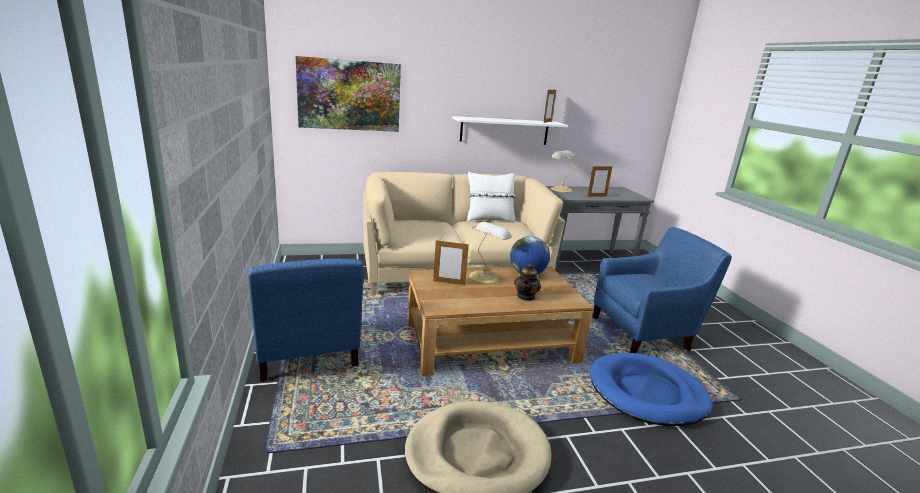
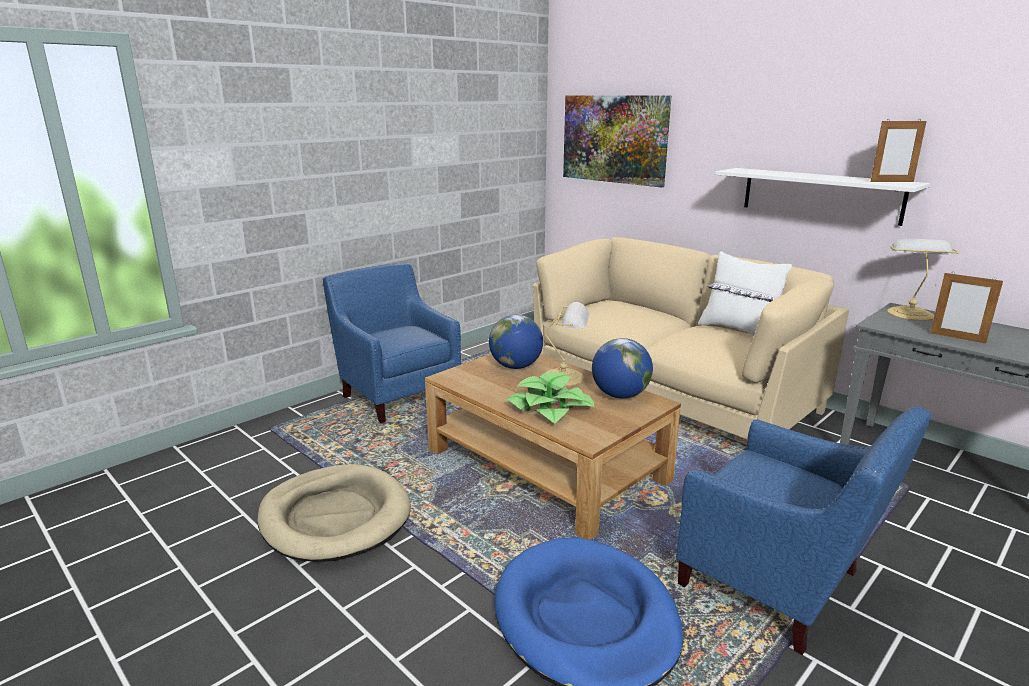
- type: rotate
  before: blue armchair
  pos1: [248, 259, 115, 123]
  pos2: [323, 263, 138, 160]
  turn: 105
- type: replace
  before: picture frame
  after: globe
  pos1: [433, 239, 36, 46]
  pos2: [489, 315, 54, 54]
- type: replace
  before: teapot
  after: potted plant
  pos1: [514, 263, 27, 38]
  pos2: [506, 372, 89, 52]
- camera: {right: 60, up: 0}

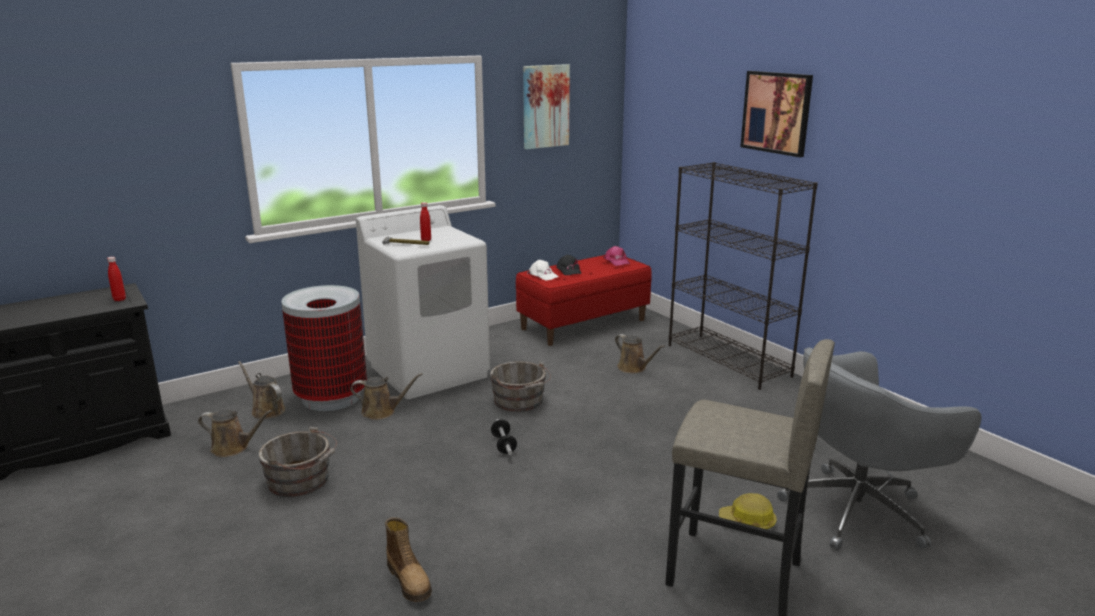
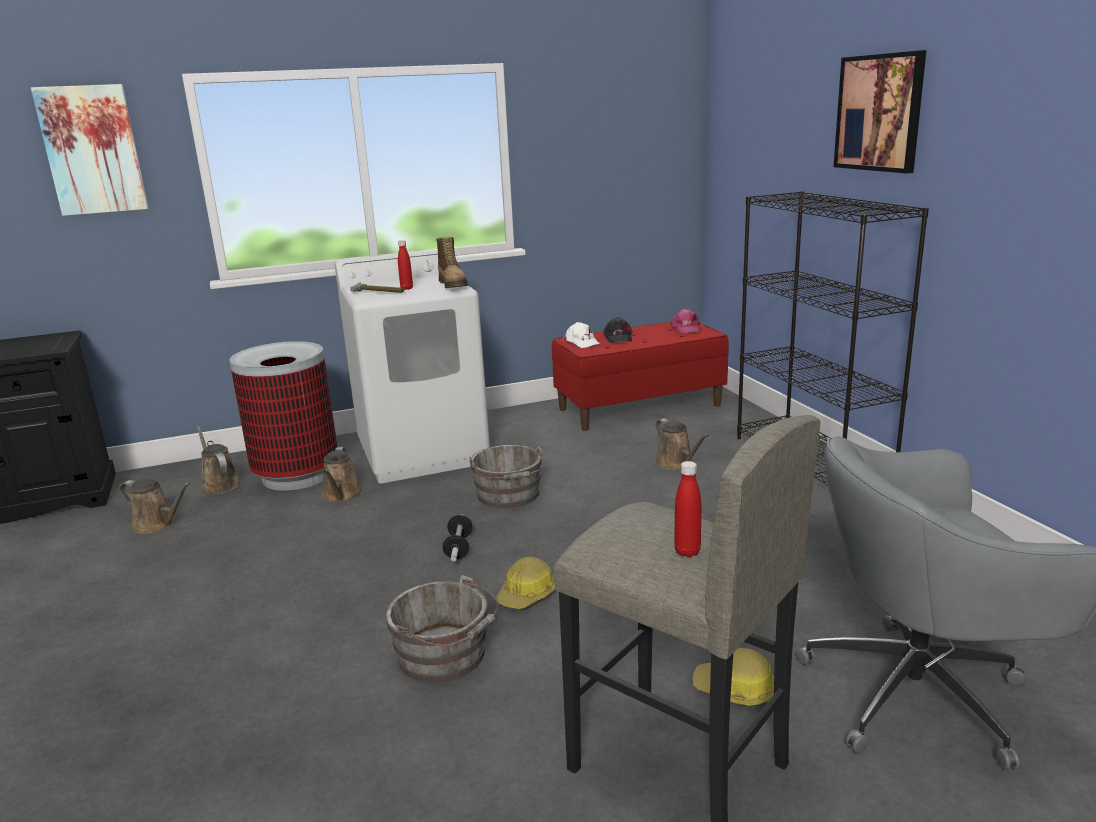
- type: move
  before: red bottle
  pos1: [107, 257, 19, 44]
  pos2: [674, 461, 27, 96]
- type: move
  before: grey bucket
  pos1: [258, 426, 79, 71]
  pos2: [385, 575, 114, 108]
- type: rotate
  before: brown watering can
  pos1: [350, 373, 73, 47]
  pos2: [322, 447, 41, 56]
  turn: 75
- type: move
  before: boot
  pos1: [385, 517, 47, 85]
  pos2: [436, 237, 32, 51]
- type: move
  before: picture
  pos1: [523, 64, 47, 85]
  pos2: [31, 84, 117, 132]
- type: insert
  after: hard hat
  pos2: [496, 557, 59, 52]
- camera: {right: 15, up: 0}

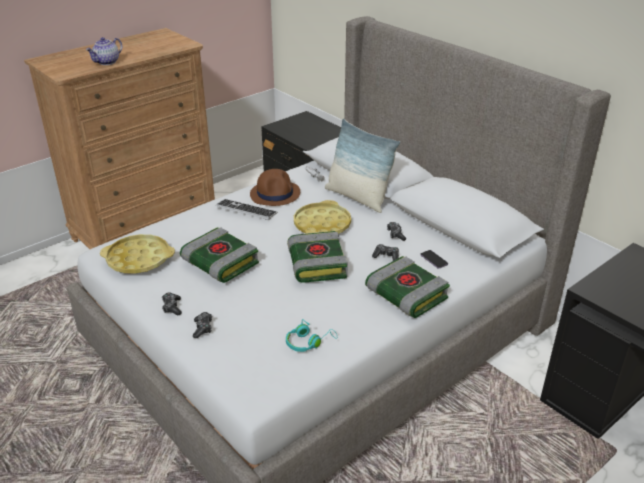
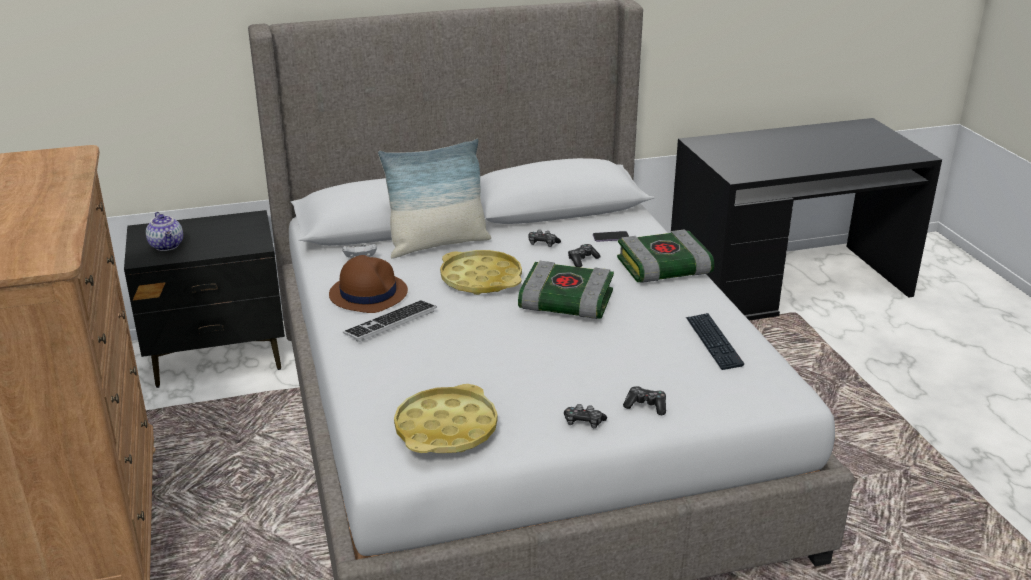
- type: move
  before: teapot
  pos1: [86, 37, 36, 28]
  pos2: [146, 212, 37, 39]
- type: delete
  before: book
  pos1: [180, 227, 79, 56]
- type: replace
  before: turquoise headphones
  after: keyboard
  pos1: [286, 319, 51, 33]
  pos2: [686, 313, 58, 57]
- camera: {right: -65, up: -5}

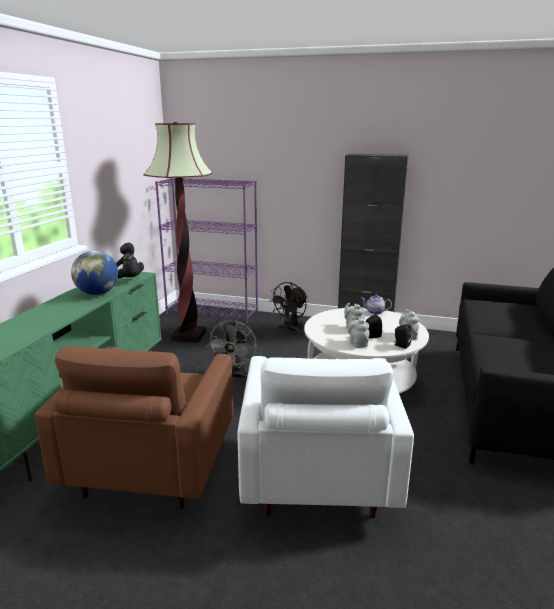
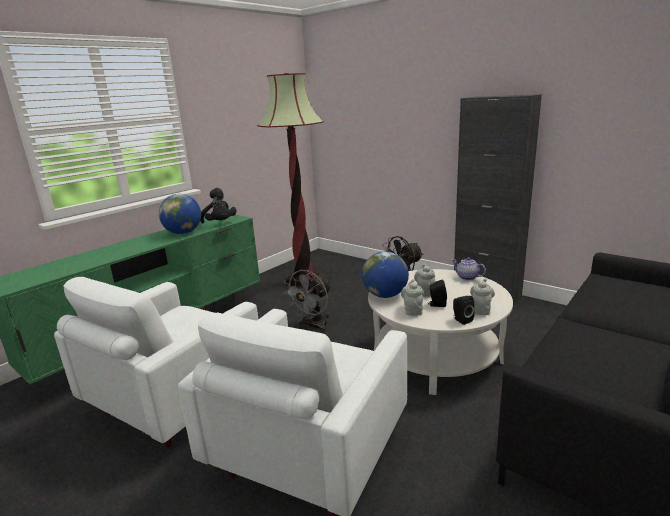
- type: recolor
  before: brown armchair
  after: white armchair
  pos1: [35, 346, 198, 163]
  pos2: [54, 277, 204, 170]
- type: delete
  before: purple bookcase
  pos1: [155, 178, 103, 146]
- type: insert
  after: globe
  pos2: [362, 251, 47, 47]
- camera: {right: 25, up: 0}

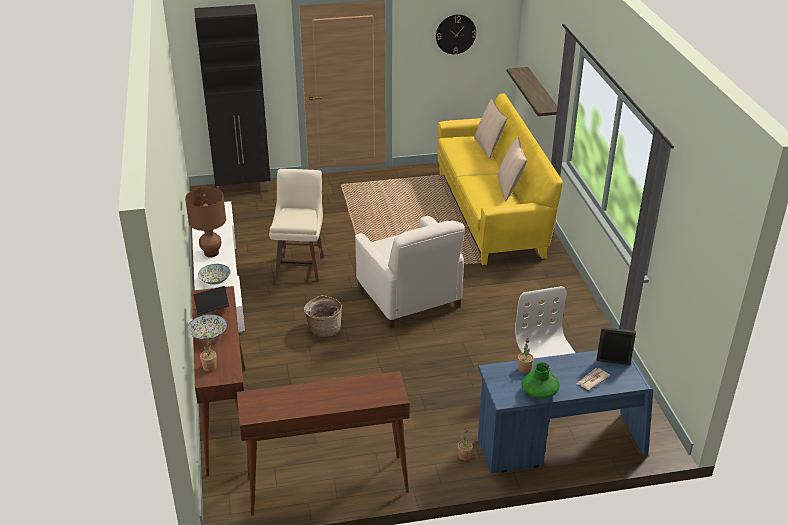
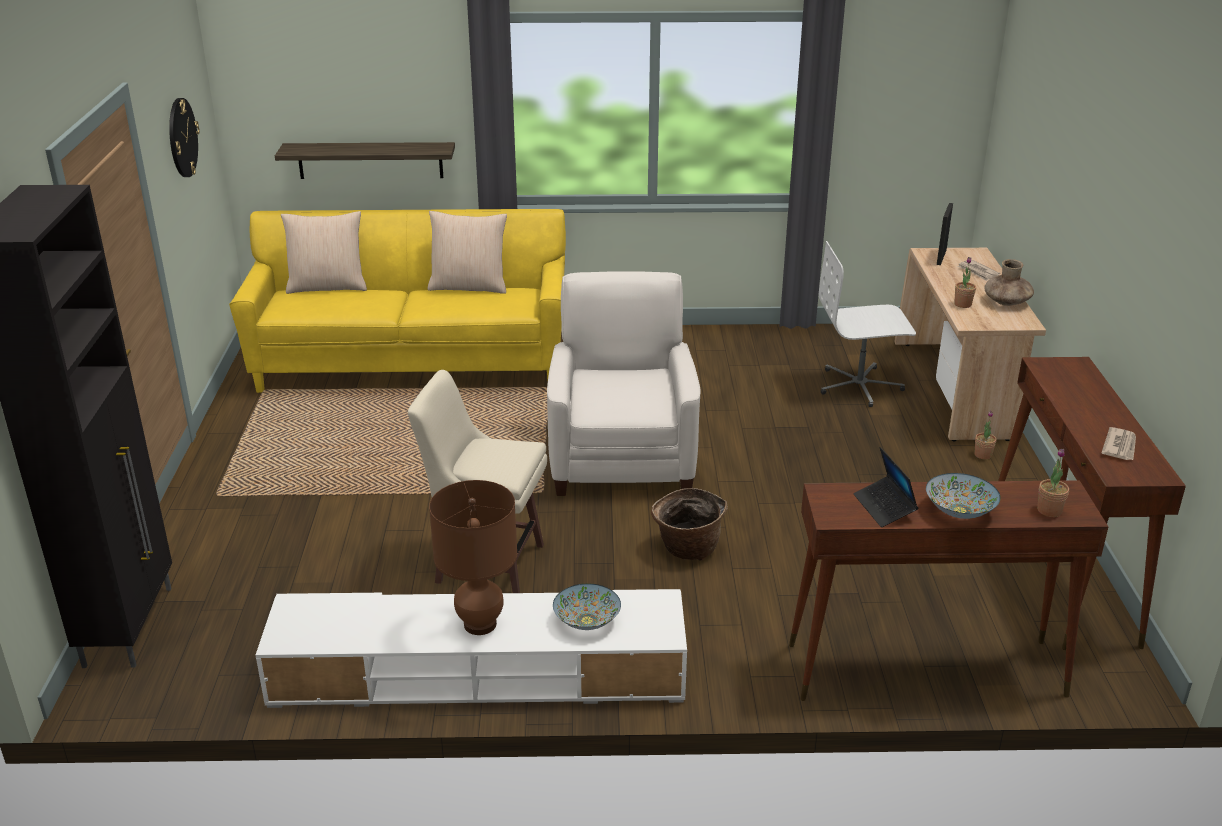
- type: rotate
  before: white armchair
  pos1: [355, 216, 110, 113]
  pos2: [547, 271, 153, 225]
  turn: -75
- type: recolor
  before: blue desk
  after: beige desk
  pos1: [478, 350, 175, 124]
  pos2: [894, 248, 152, 194]
- type: recolor
  before: green vase
  after: brown vase
  pos1: [521, 362, 39, 37]
  pos2: [984, 259, 50, 47]
- type: insert
  after: newspaper
  pos2: [1101, 427, 35, 33]
- camera: {right: -80, up: -5}

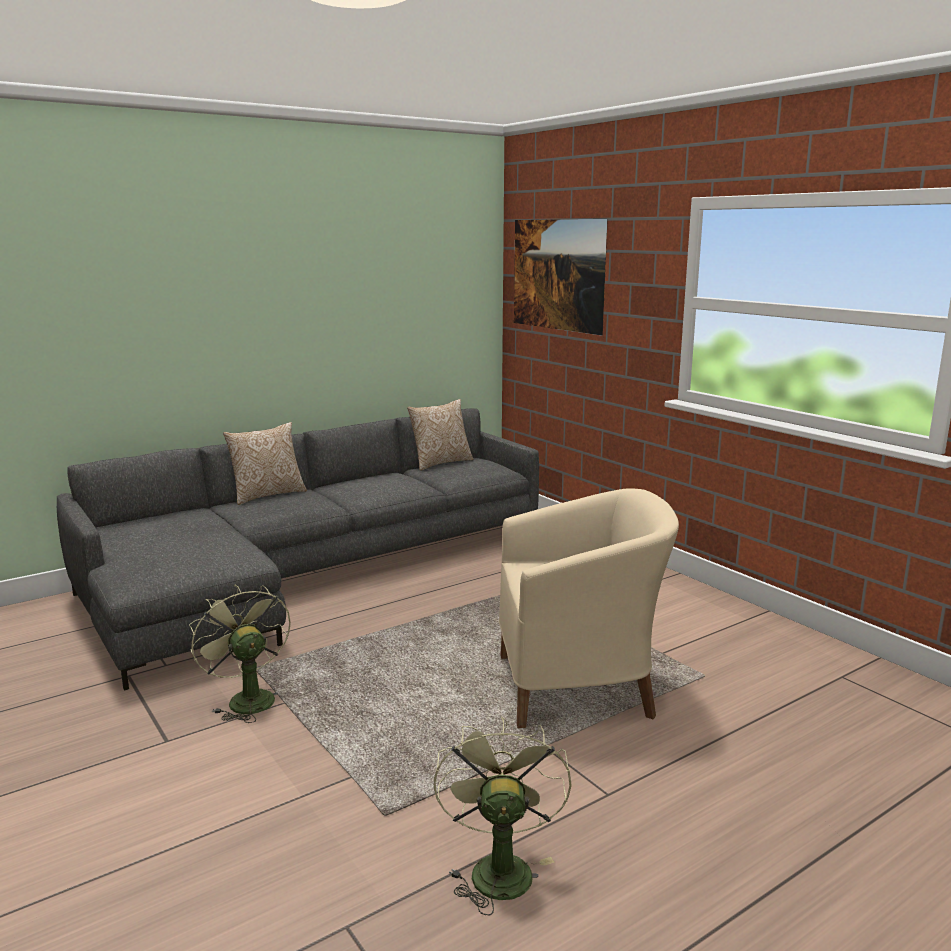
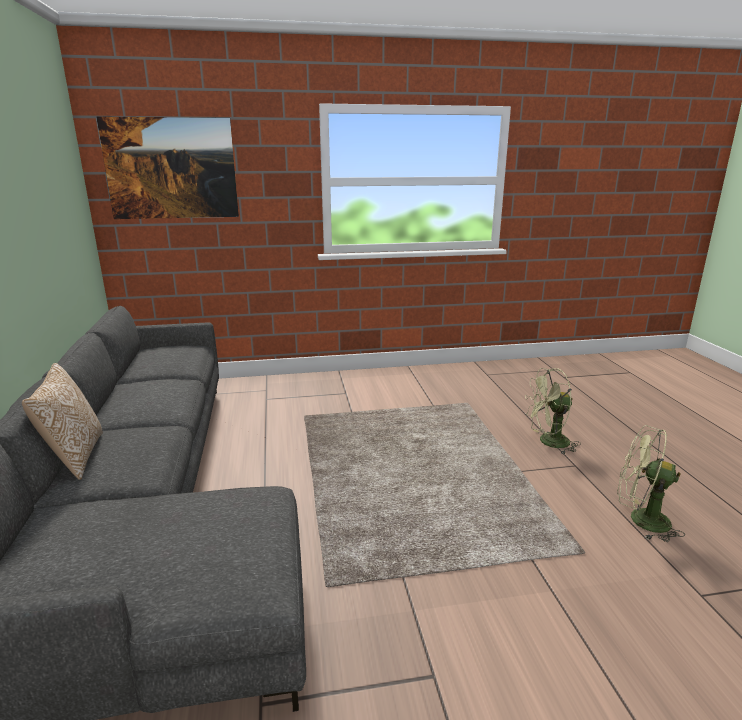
- type: move
  before: green fan
  pos1: [189, 584, 102, 139]
  pos2: [525, 368, 56, 86]
- type: delete
  before: pillow
  pos1: [407, 399, 66, 72]
- type: delete
  before: beige armchair
  pos1: [499, 488, 180, 240]
- camera: {right: -65, up: 5}

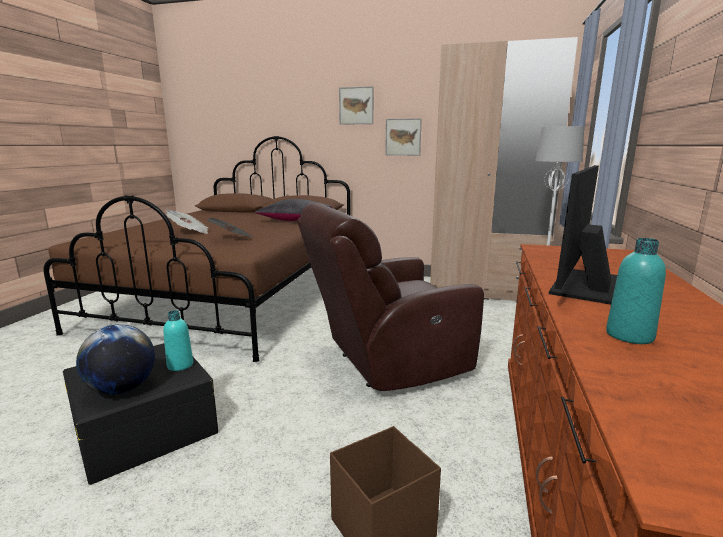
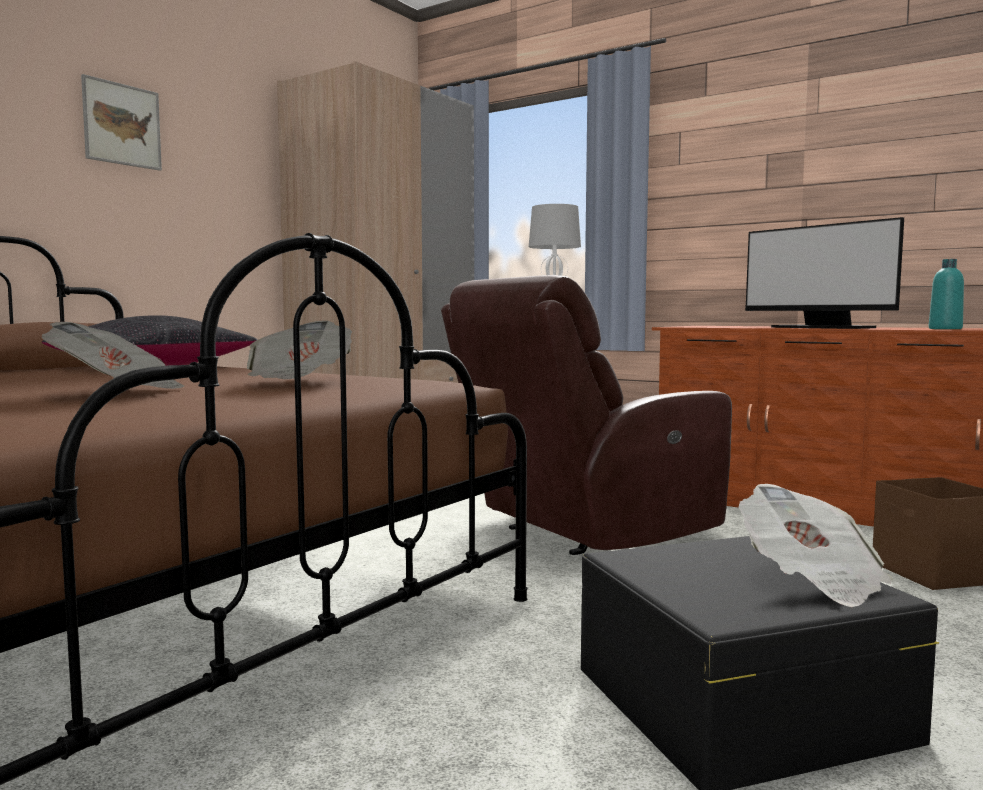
- type: replace
  before: globe
  after: newspaper
  pos1: [76, 324, 79, 71]
  pos2: [739, 484, 154, 123]
- type: delete
  before: turquoise bottle
  pos1: [163, 310, 30, 61]
- type: rotate
  before: brown armchair
  pos1: [297, 203, 187, 188]
  pos2: [441, 275, 291, 280]
  turn: 60
- type: delete
  before: picture
  pos1: [385, 118, 37, 38]
- camera: {right: -70, up: -10}

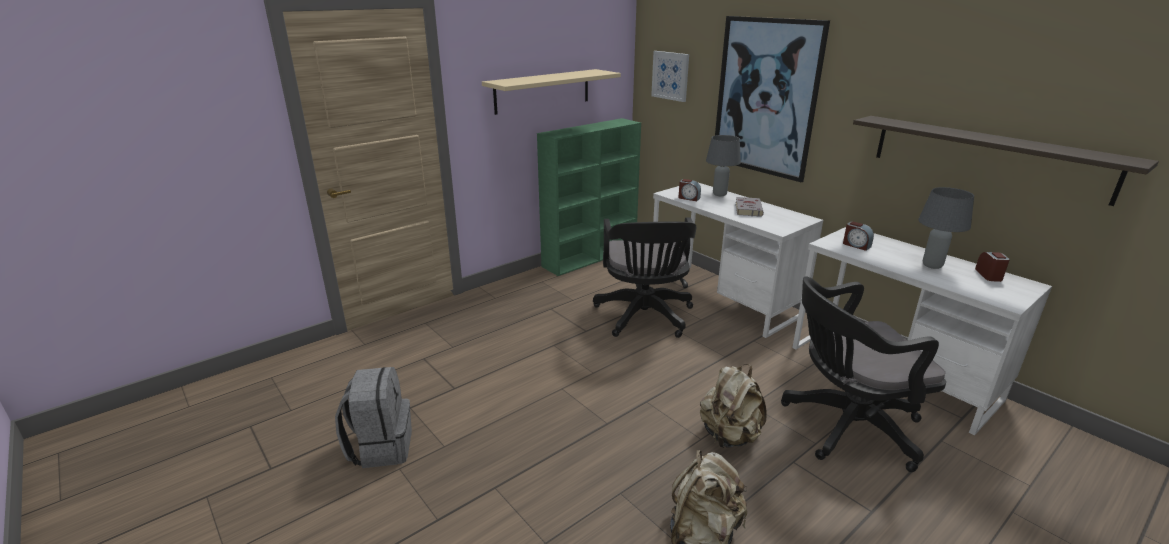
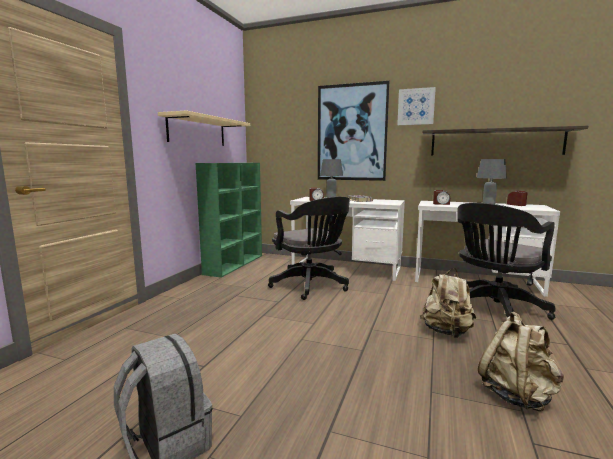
- type: move
  before: picture
  pos1: [651, 51, 38, 51]
  pos2: [397, 87, 39, 38]
- camera: {right: -30, up: -15}

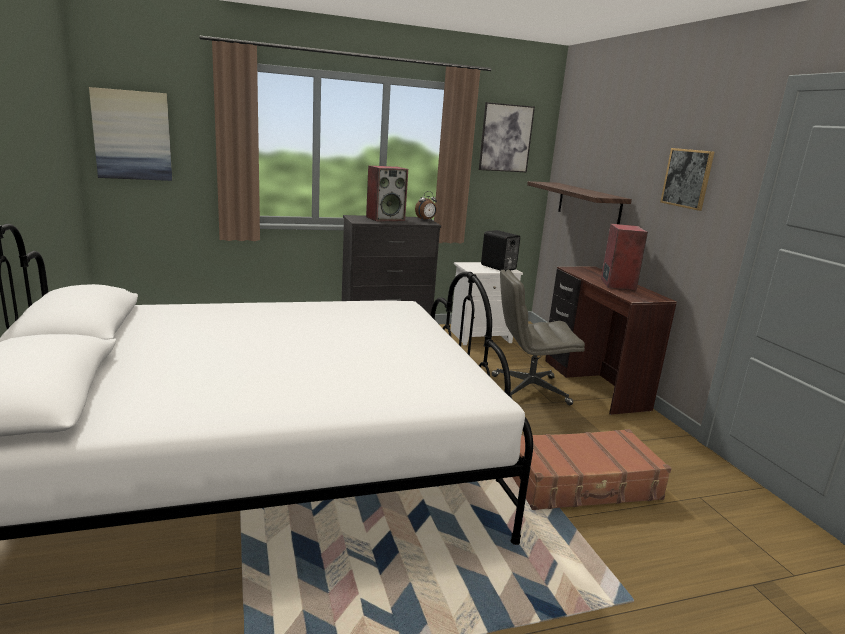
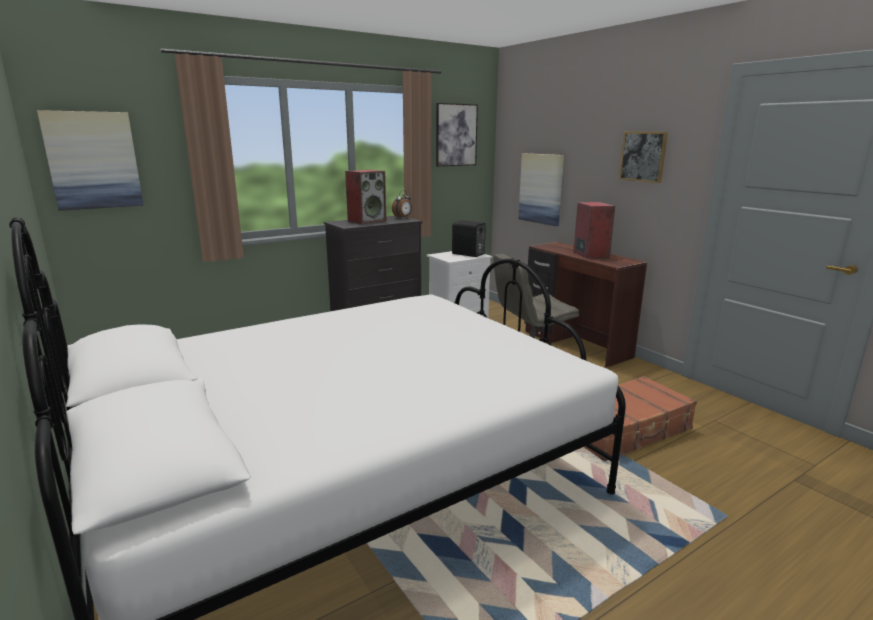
- type: replace
  before: shelf
  after: picture
  pos1: [527, 181, 105, 43]
  pos2: [518, 153, 46, 73]
- camera: {right: -15, up: 0}

